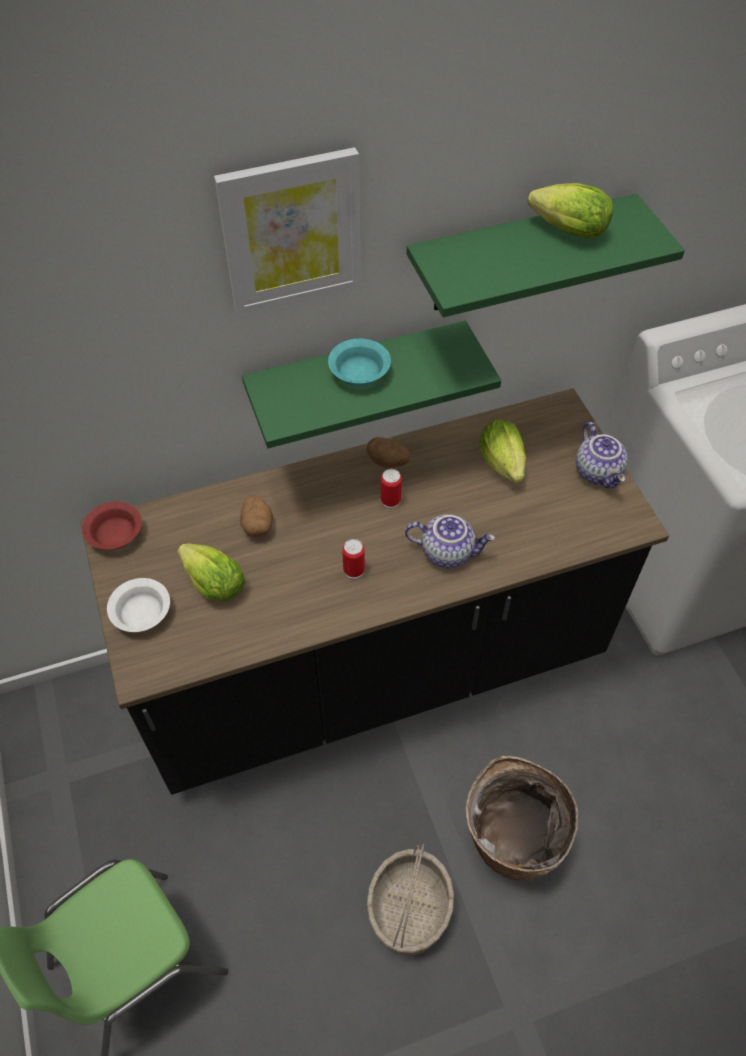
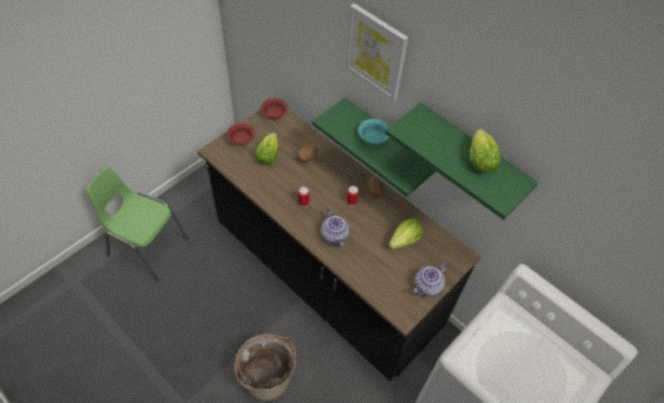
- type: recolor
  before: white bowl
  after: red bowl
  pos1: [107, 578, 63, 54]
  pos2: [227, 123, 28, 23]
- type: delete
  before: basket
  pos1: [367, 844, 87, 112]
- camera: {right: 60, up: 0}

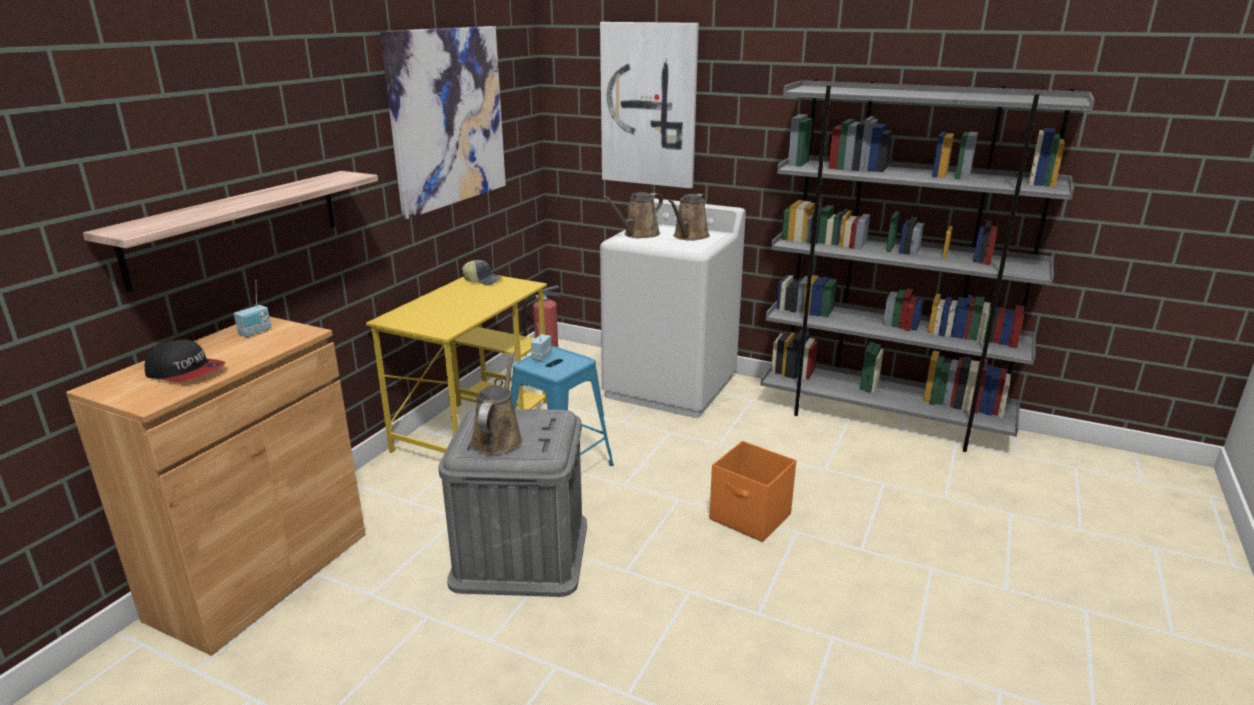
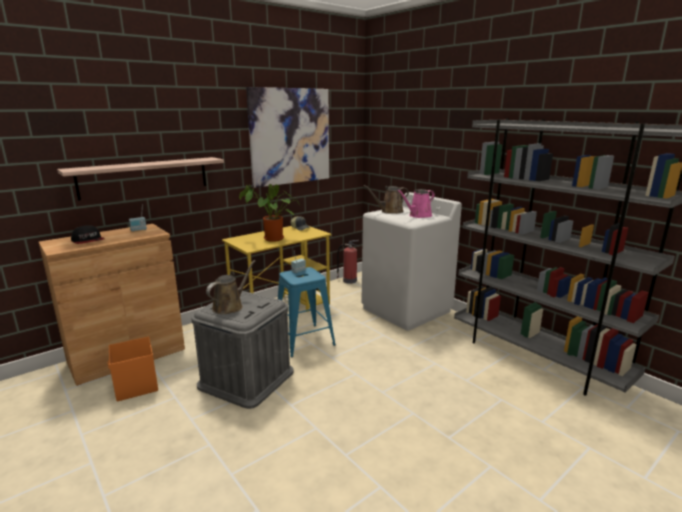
- type: delete
  before: picture
  pos1: [600, 22, 99, 166]
- type: recolor
  before: brown watering can
  after: pink watering can
  pos1: [668, 194, 42, 47]
  pos2: [397, 189, 38, 29]
- type: move
  before: orange storage box
  pos1: [709, 441, 87, 101]
  pos2: [108, 336, 50, 66]
- type: insert
  after: potted plant
  pos2: [239, 184, 61, 58]
- camera: {right: 25, up: -5}

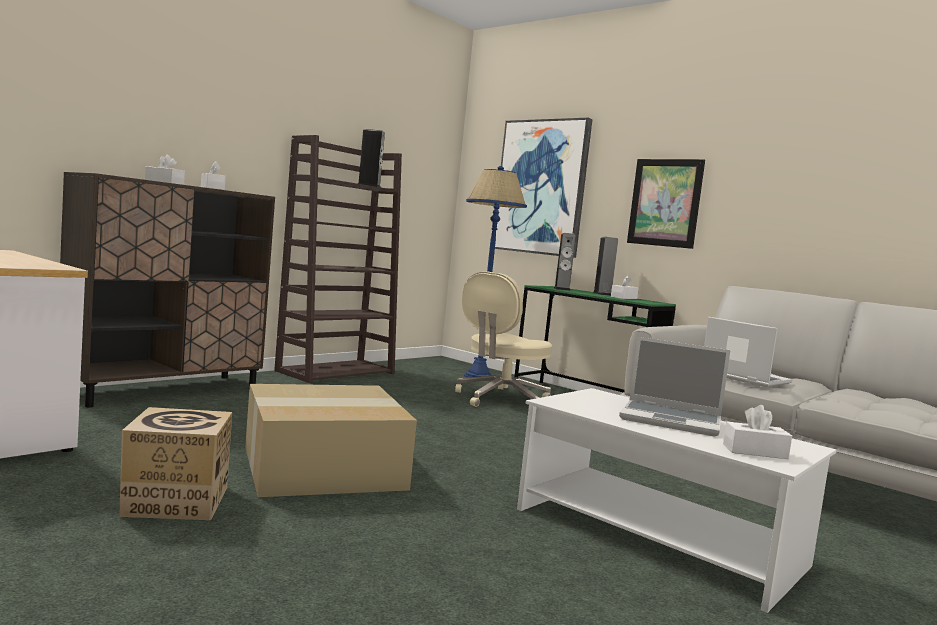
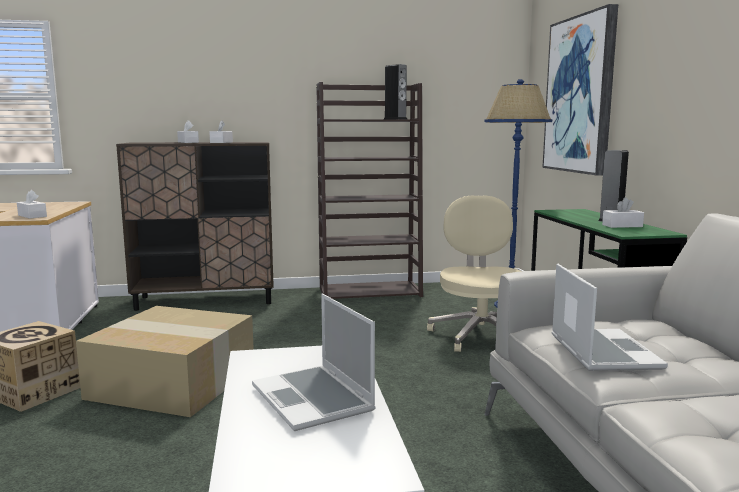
- type: rotate
  before: beige office chair
  pos1: [455, 272, 97, 135]
  pos2: [427, 195, 94, 157]
  turn: 105
- type: delete
  before: speaker
  pos1: [554, 233, 22, 58]
- type: delete
  before: picture
  pos1: [627, 159, 78, 90]
- type: move
  before: white tissue box
  pos1: [723, 405, 69, 54]
  pos2: [17, 190, 30, 29]
- camera: {right: 40, up: 5}

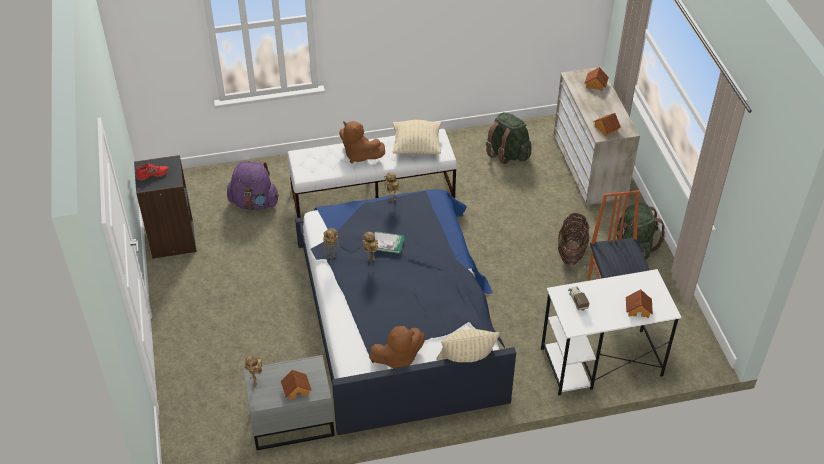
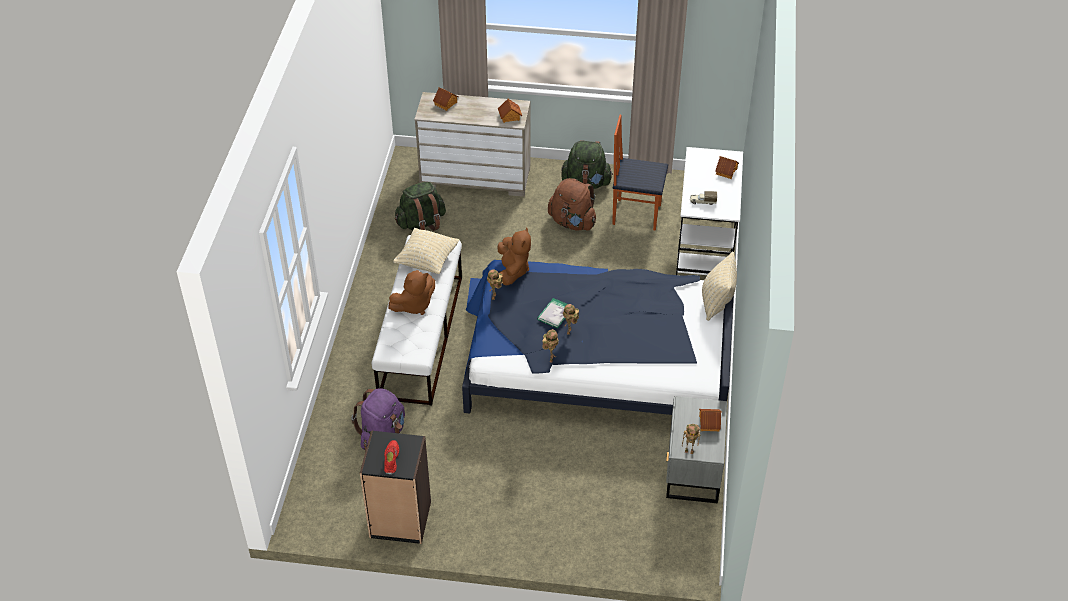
- type: move
  before: brown plush toy
  pos1: [369, 326, 56, 42]
  pos2: [498, 227, 33, 59]
- type: replace
  before: basket
  after: brown backpack
  pos1: [558, 213, 31, 52]
  pos2: [548, 178, 48, 53]
- camera: {right: -70, up: 0}

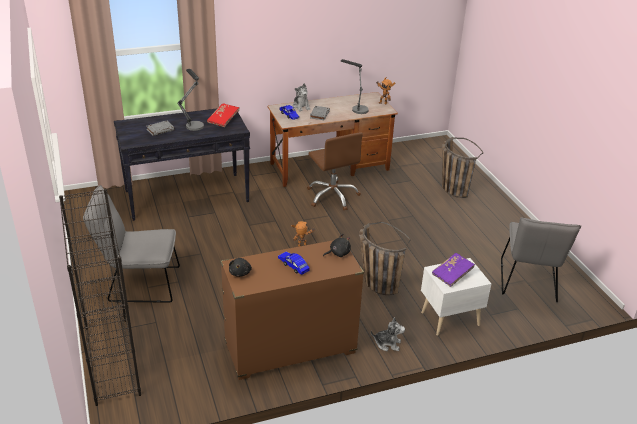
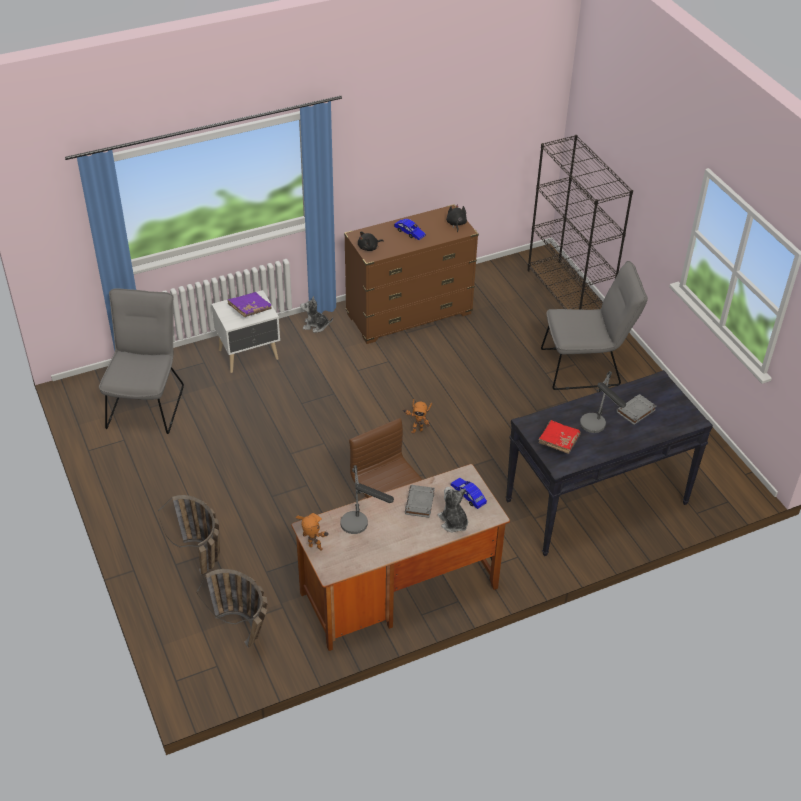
- type: move
  before: basket
  pos1: [359, 222, 52, 73]
  pos2: [196, 569, 72, 79]
- camera: {right: 175, up: 10}

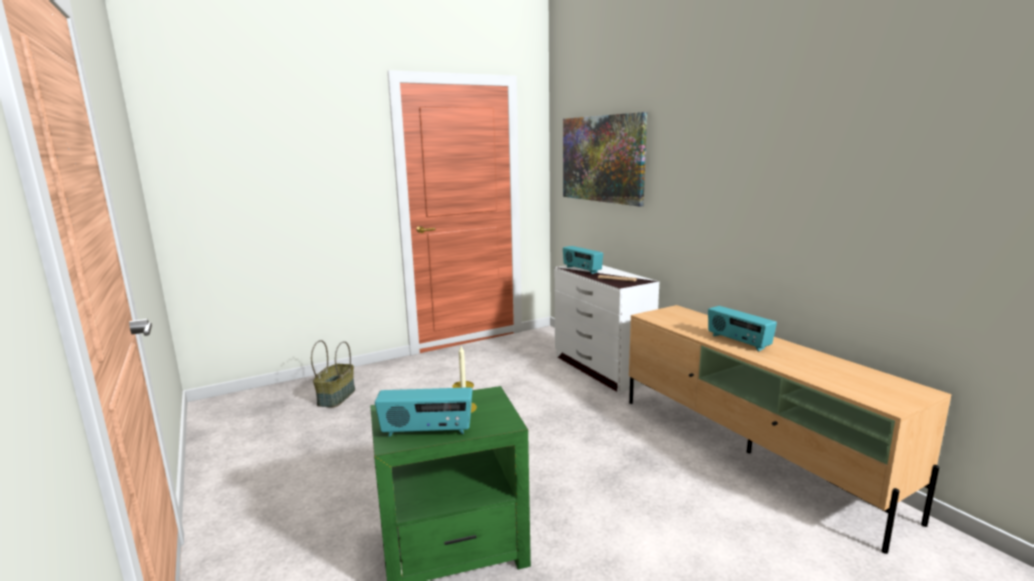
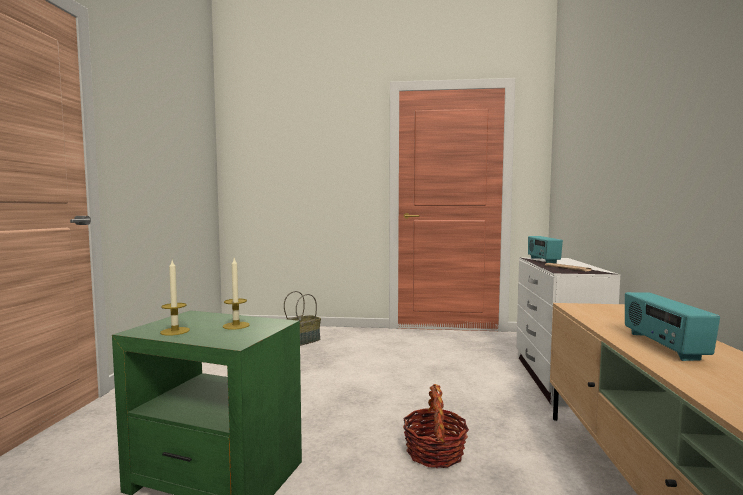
- type: replace
  before: radio
  after: candle
  pos1: [375, 387, 97, 50]
  pos2: [160, 261, 30, 75]
- type: delete
  before: picture
  pos1: [563, 112, 84, 95]
- type: insert
  after: basket
  pos2: [403, 384, 66, 84]
- camera: {right: 35, up: -10}

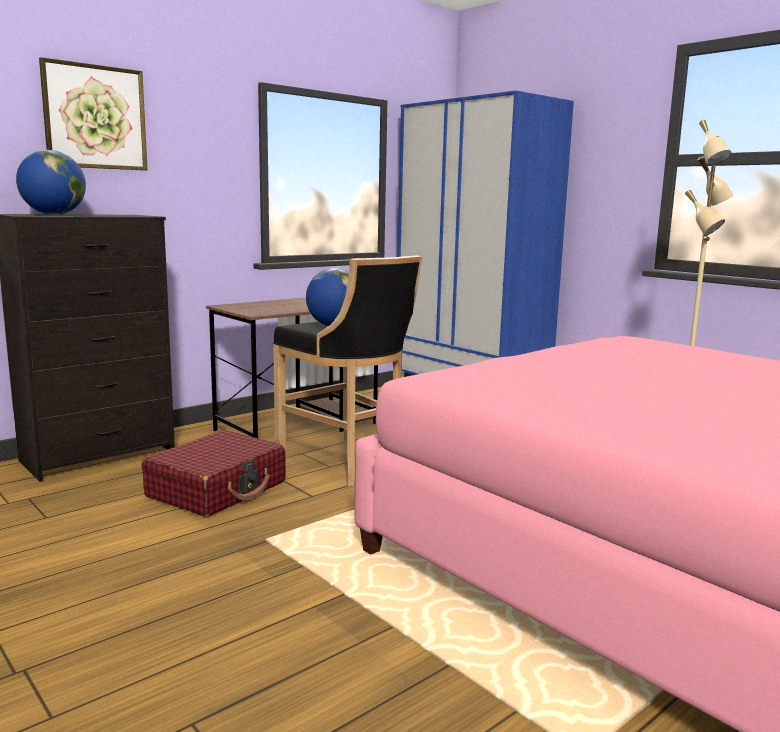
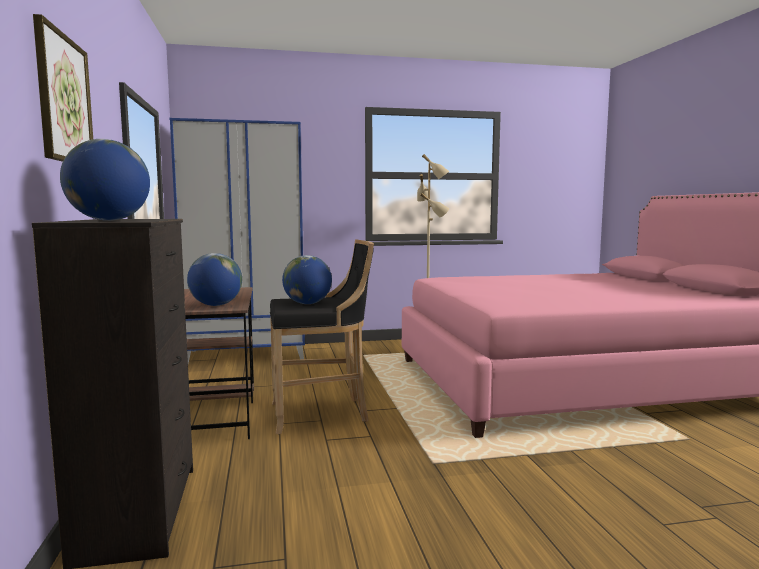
- type: delete
  before: red suitcase
  pos1: [142, 430, 144, 87]
- type: insert
  after: globe
  pos2: [187, 253, 55, 53]
- camera: {right: -60, up: -5}

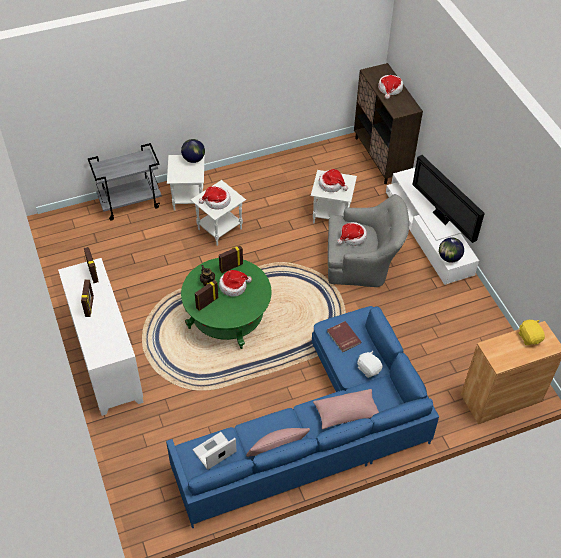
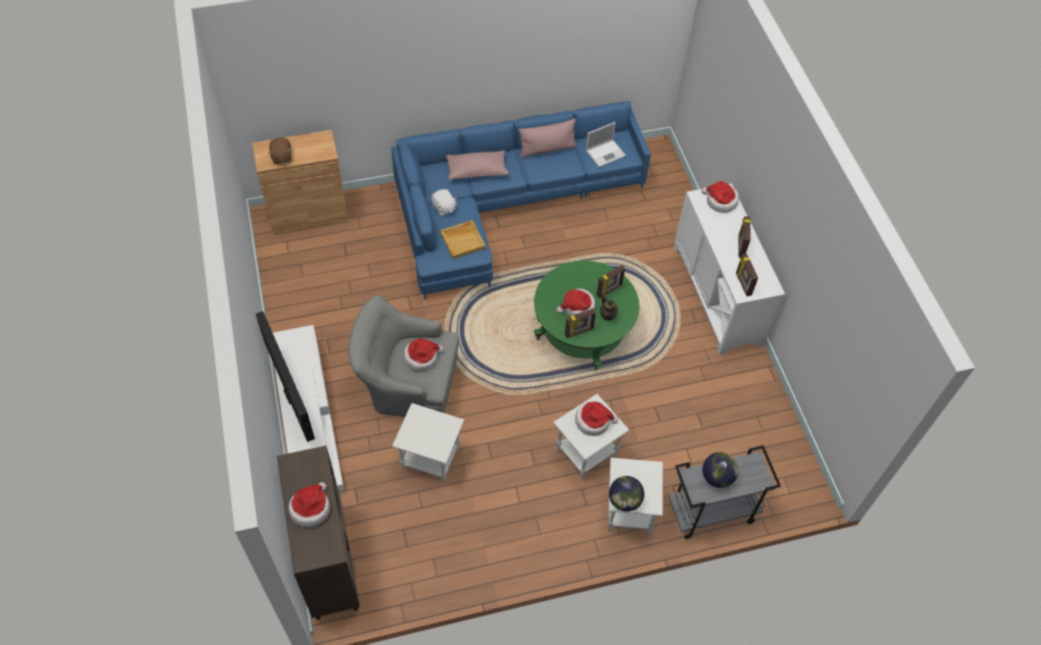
- type: move
  before: hat
  pos1: [318, 169, 30, 23]
  pos2: [701, 181, 38, 32]
- type: replace
  before: red book
  after: beige tray
  pos1: [327, 321, 34, 31]
  pos2: [440, 220, 46, 39]
- type: move
  before: globe
  pos1: [439, 237, 25, 26]
  pos2: [702, 452, 36, 36]
- type: recolor
  before: yellow plush toy
  after: brown plush toy
  pos1: [519, 320, 26, 25]
  pos2: [269, 137, 23, 27]
- camera: {right: -175, up: 5}

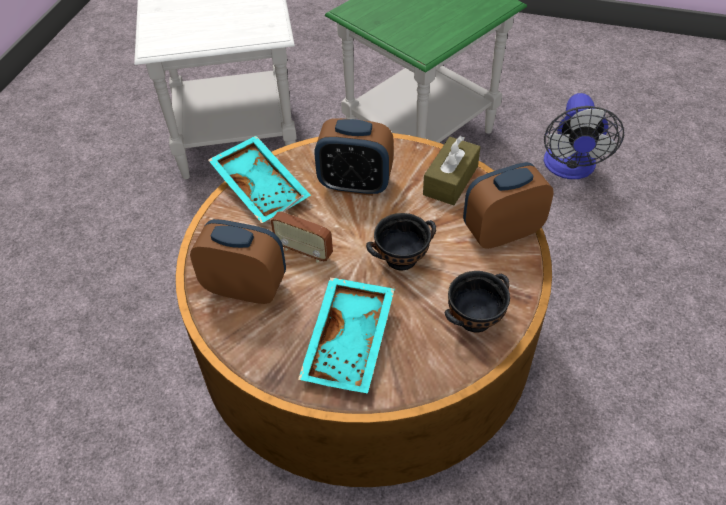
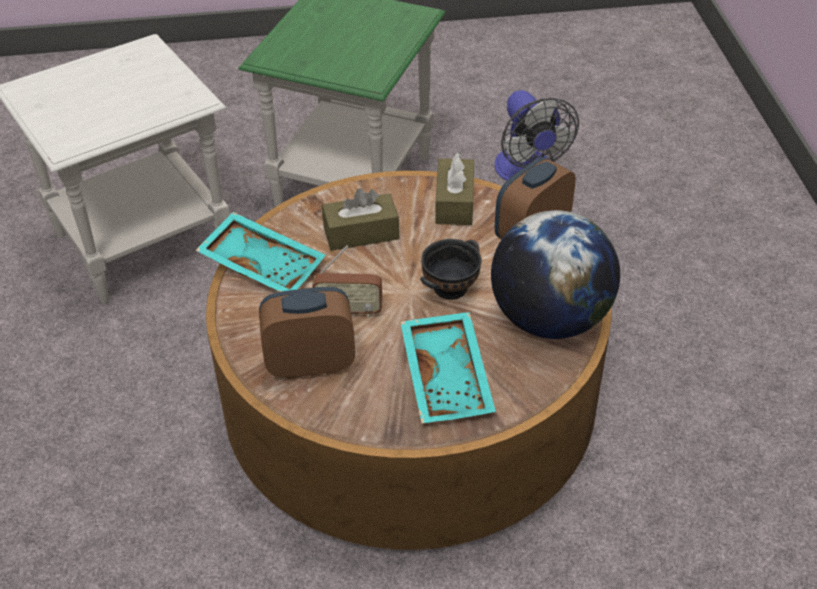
- type: replace
  before: alarm clock
  after: brown tissue box
  pos1: [314, 118, 80, 78]
  pos2: [322, 188, 77, 63]
- type: replace
  before: black bowl
  after: globe
  pos1: [444, 271, 66, 61]
  pos2: [491, 210, 129, 129]
- camera: {right: -25, up: -5}

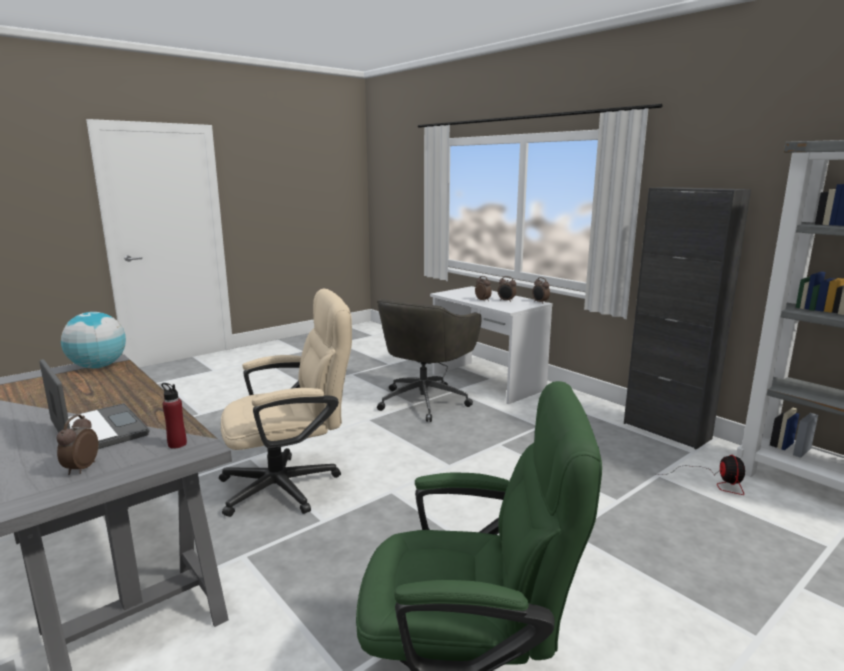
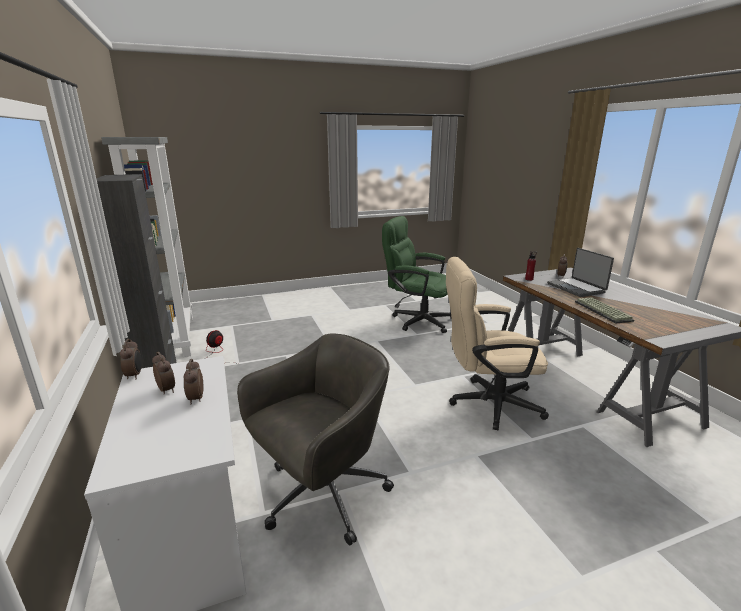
- type: delete
  before: globe
  pos1: [61, 312, 65, 57]
- type: insert
  after: keyboard
  pos2: [575, 297, 59, 26]
- camera: {right: -160, up: 5}

